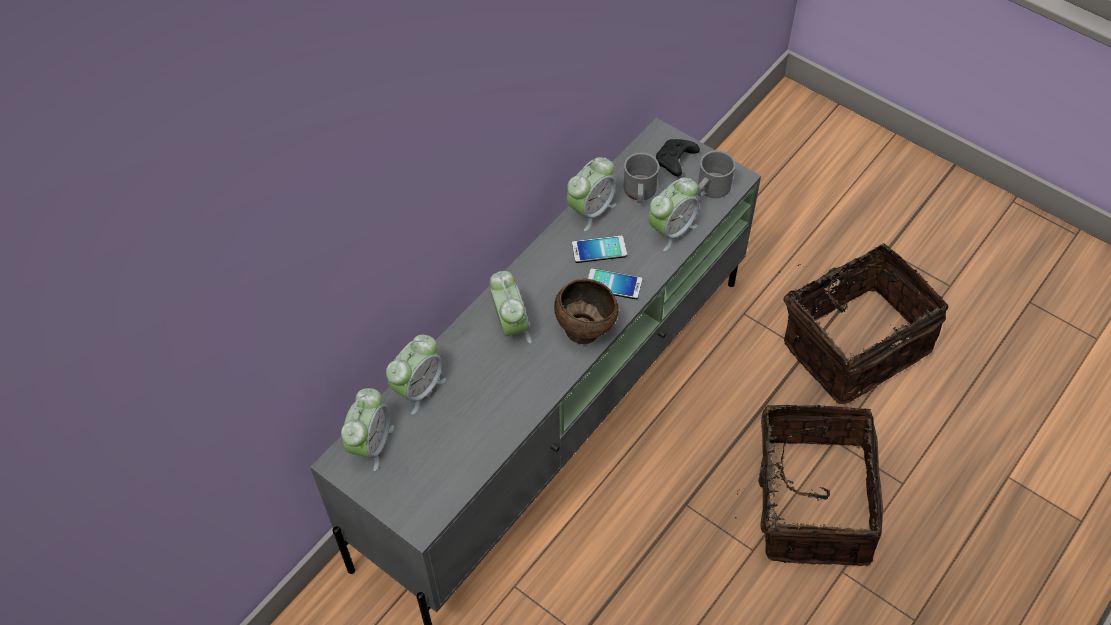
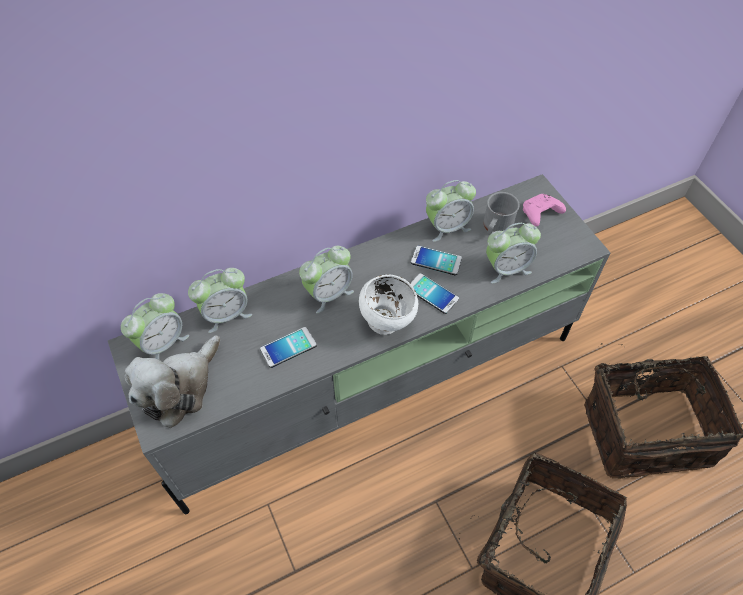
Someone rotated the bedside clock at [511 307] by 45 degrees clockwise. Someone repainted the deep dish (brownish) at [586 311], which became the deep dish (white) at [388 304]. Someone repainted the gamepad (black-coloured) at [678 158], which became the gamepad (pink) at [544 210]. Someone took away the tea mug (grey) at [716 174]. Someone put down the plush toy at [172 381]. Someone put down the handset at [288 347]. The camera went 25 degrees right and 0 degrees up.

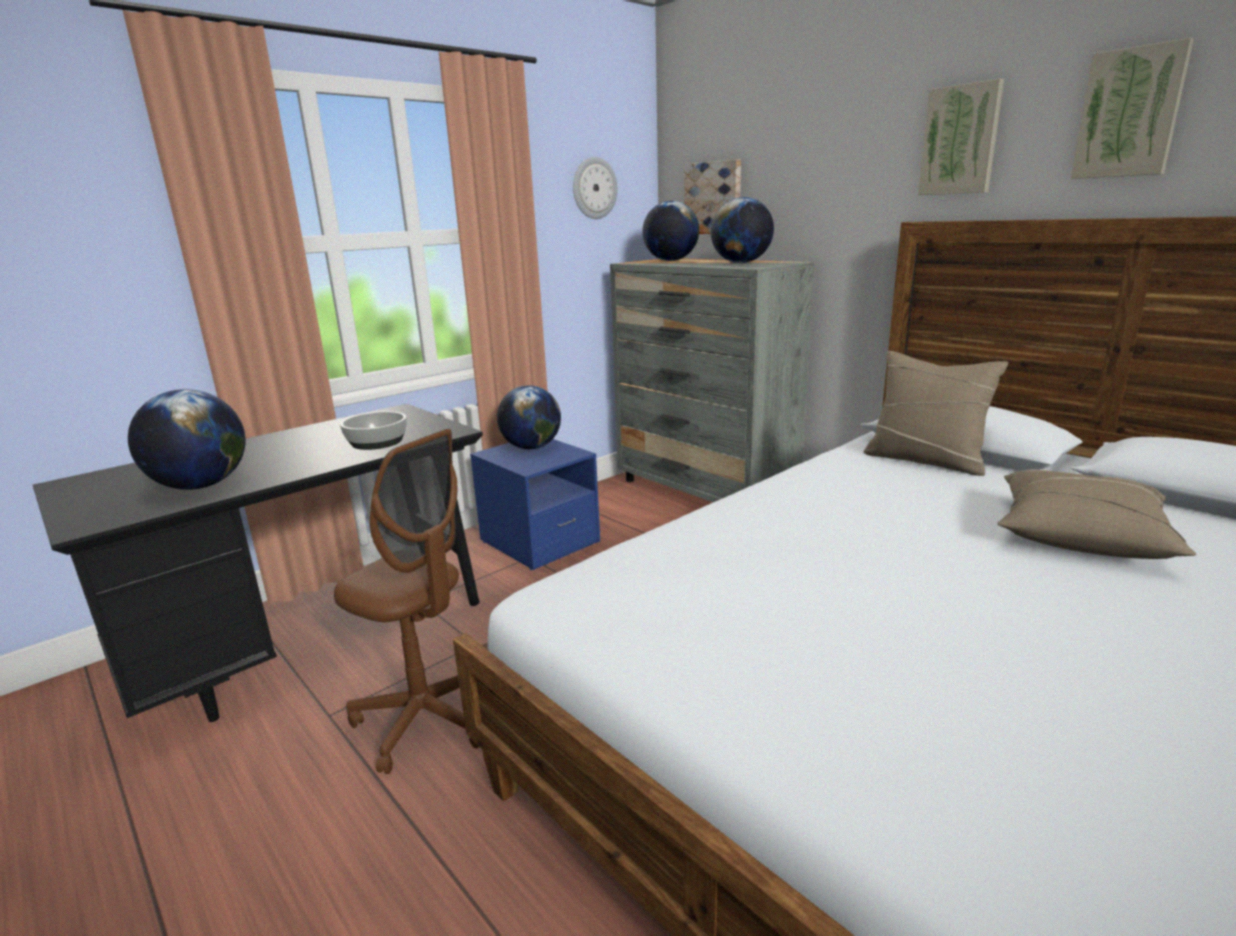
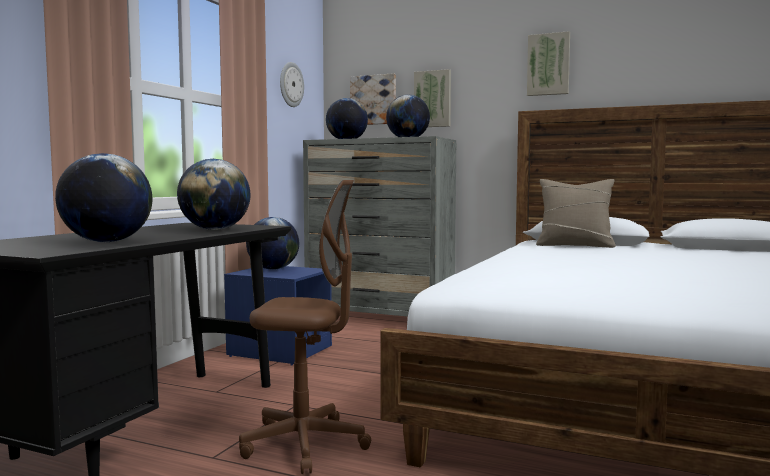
Someone swapped the deep dish at [373 430] for the globe at [213 194]. Someone took away the pillow (beige-coloured) at [1096 514]. Someone carried the wall picture from [1132 108] to [432 98]. The camera went 25 degrees left and 15 degrees down.

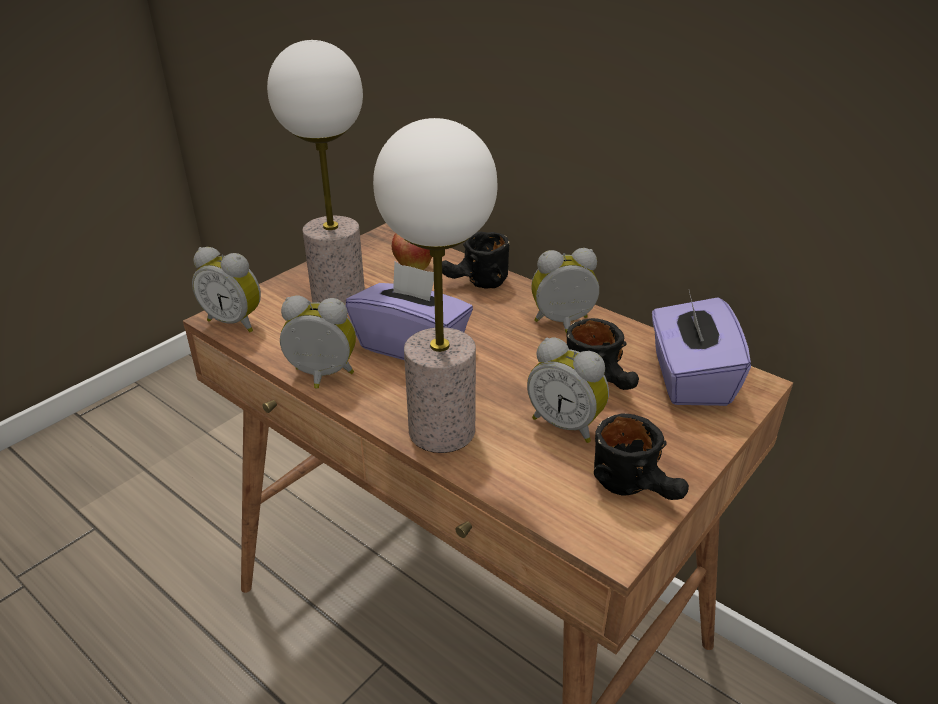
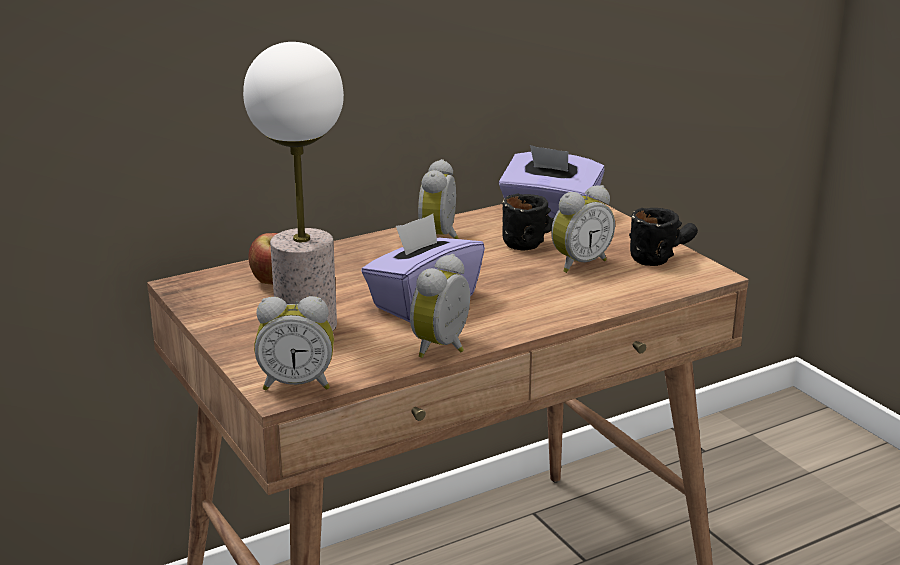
Someone rotated the bedside clock at [226 289] by 45 degrees clockwise. Someone took away the tabletop lamp at [435 285]. Someone took away the tea mug (black-coloured) at [476 260]. The camera went 70 degrees left and 10 degrees down.

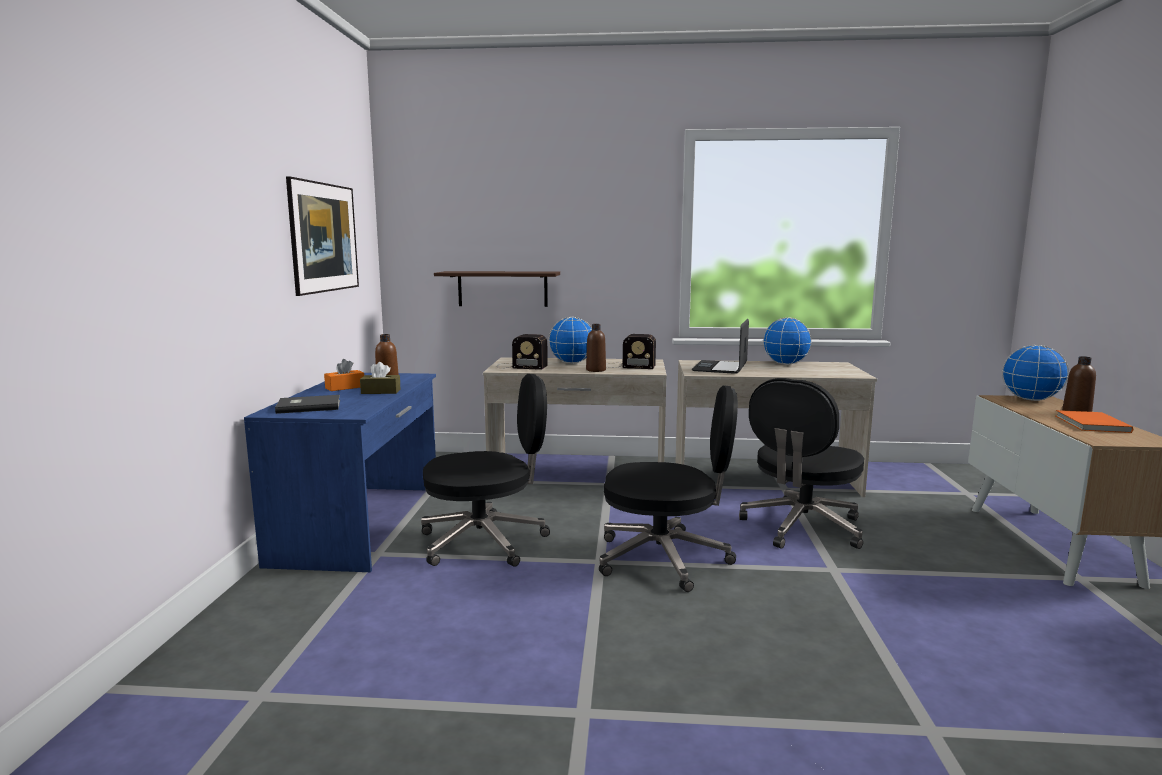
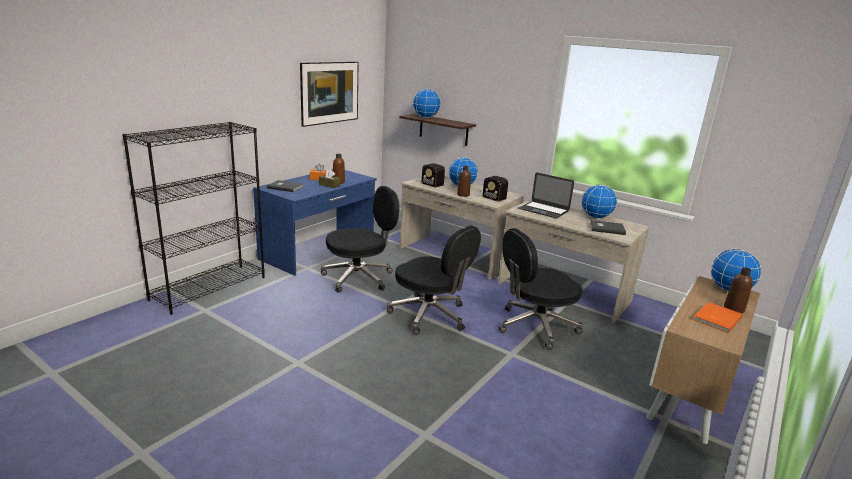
Someone rotated the office chair (black-coloured) at [485 470] by 45 degrees counterclockwise. Someone rotated the portable computer at [720 346] by 105 degrees counterclockwise. Someone put down the bookshelf (black-coloured) at [193 218]. Someone put down the globe at [427 103]. Someone put down the volume (grey) at [607 227]. The camera went 30 degrees right and 10 degrees up.

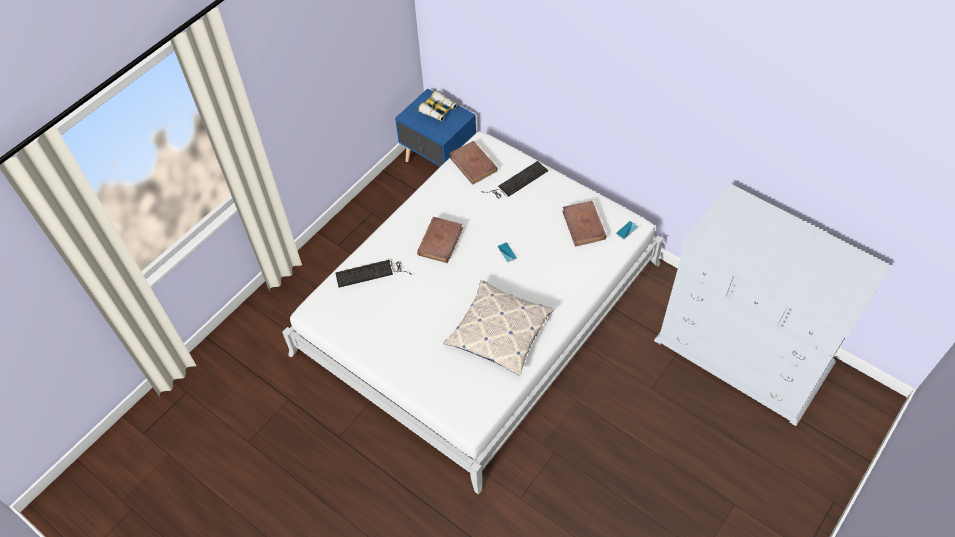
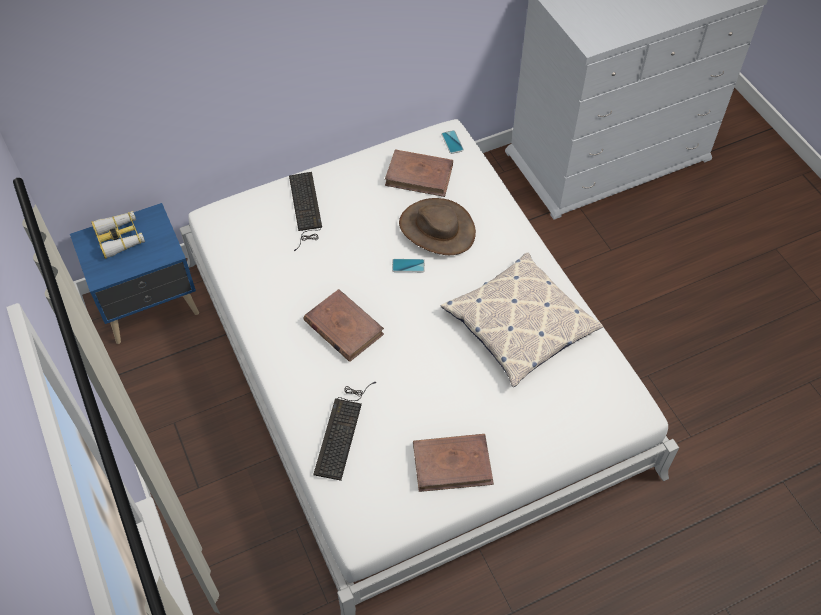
Someone carried the volume (brownish) from [473 163] to [453 463]. Someone put down the wearable hat (brownish) at [437 226]. The camera went 65 degrees left and 0 degrees up.

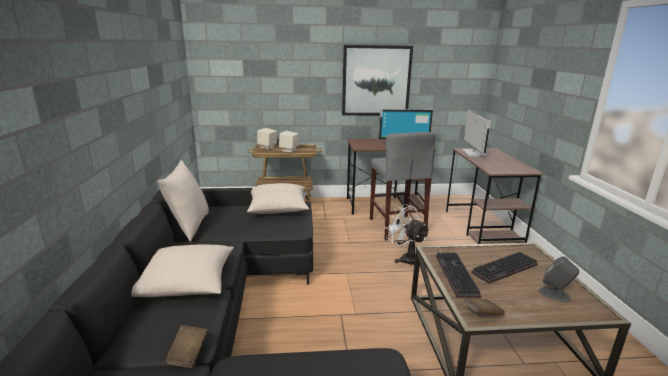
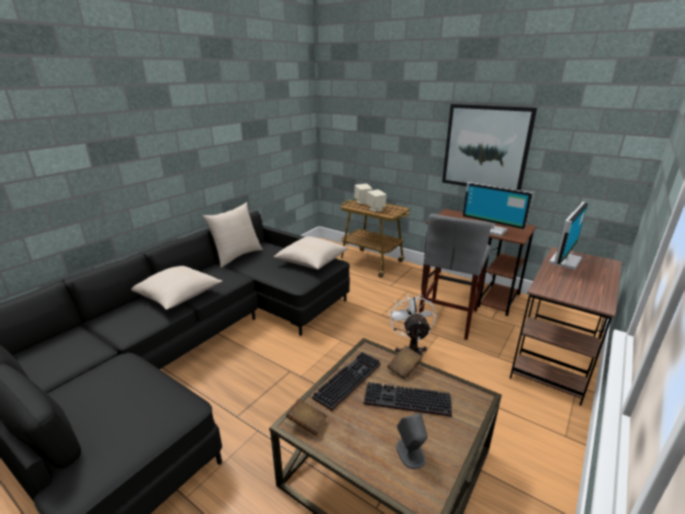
Someone carried the volume (brownish) from [186 346] to [404 362]. The camera went 40 degrees right and 5 degrees up.

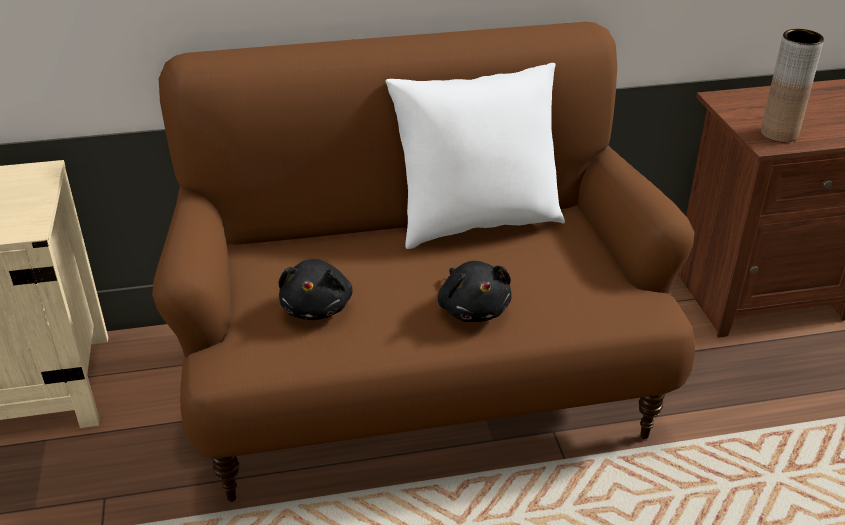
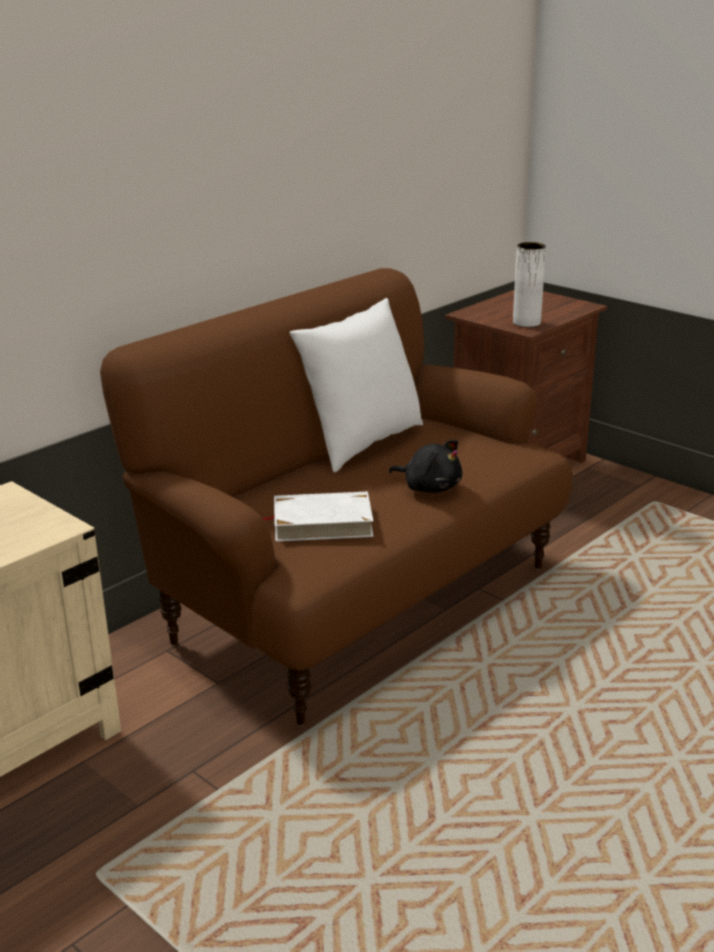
Someone swapped the plush toy (black-coloured) at [315 289] for the volume (white) at [318 516]. Someone repainted the vase (brownish) at [792 85], which became the vase (white) at [529 284]. The camera went 35 degrees left and 10 degrees down.

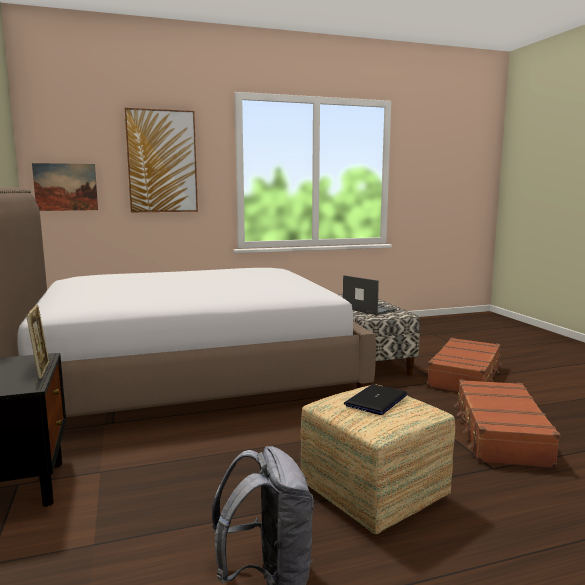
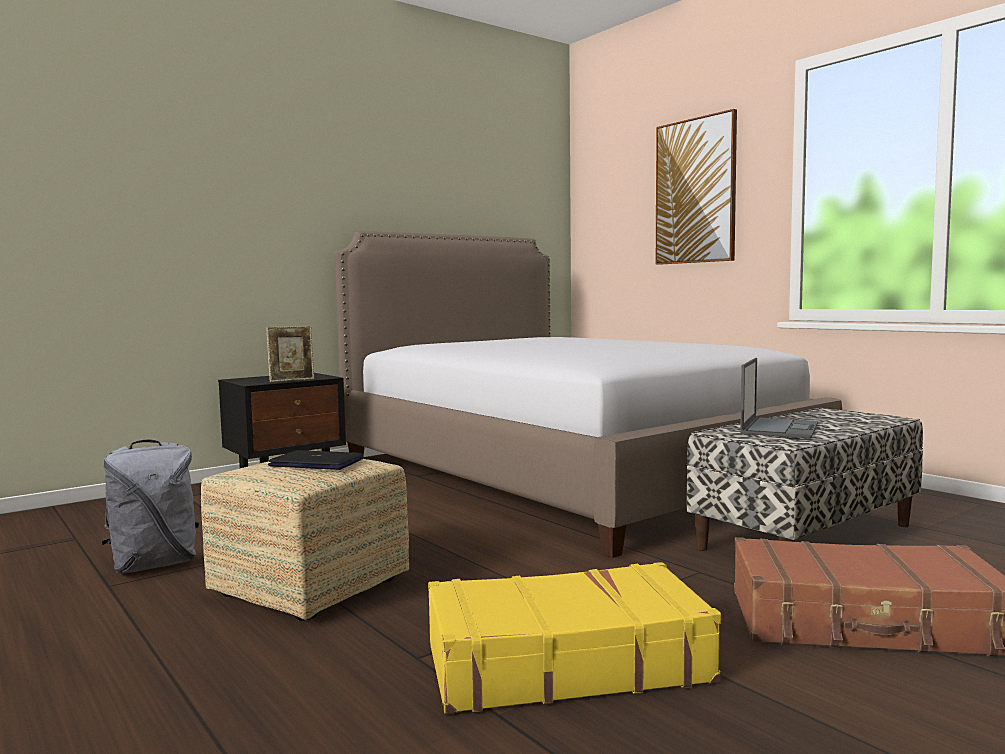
Someone took away the wall picture at [65 187]. Someone repainted the piece of luggage (brownish) at [507 424], which became the piece of luggage (yellow-coloured) at [574 638]. The camera went 70 degrees right and 5 degrees down.

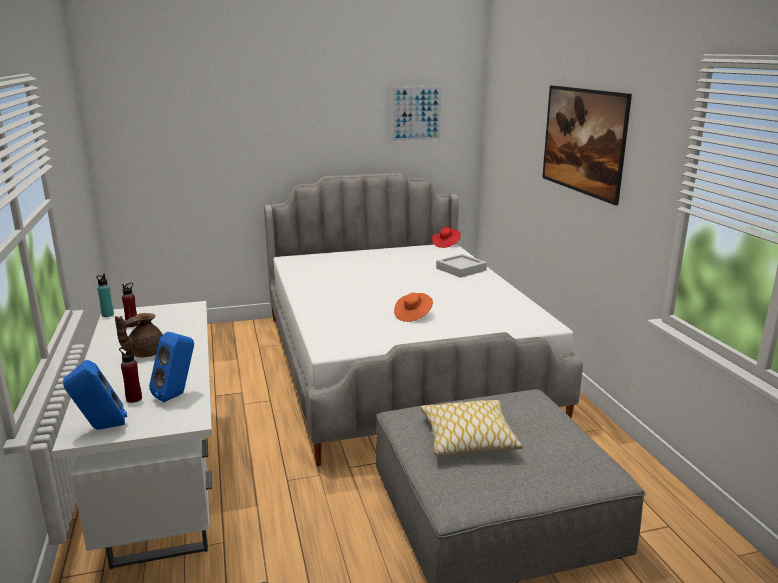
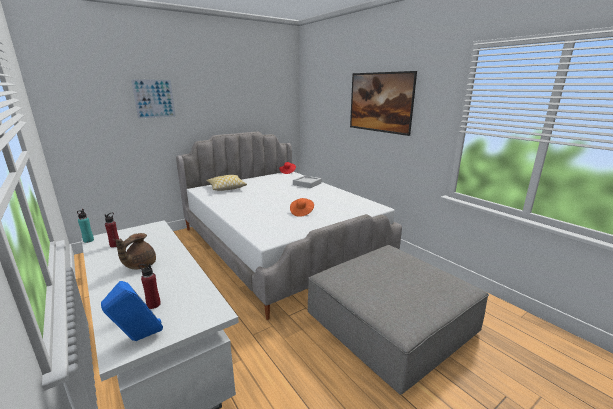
Someone took away the audio speaker (blue) at [171 367]. Someone carried the wall picture from [417 114] to [153 99]. Someone carried the pillow from [471 428] to [226 183]. The camera went 20 degrees left and 0 degrees up.

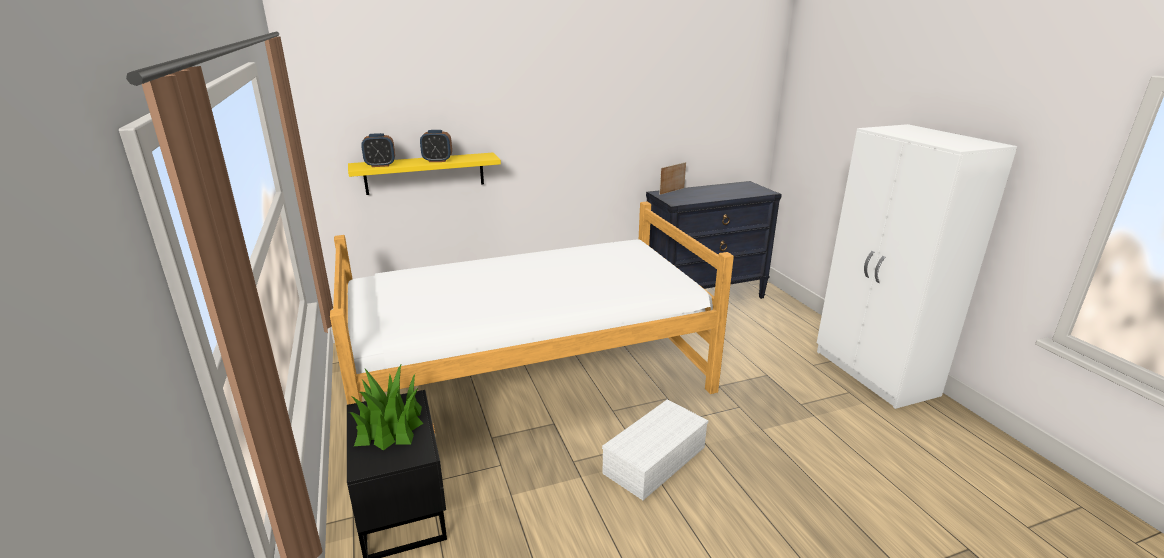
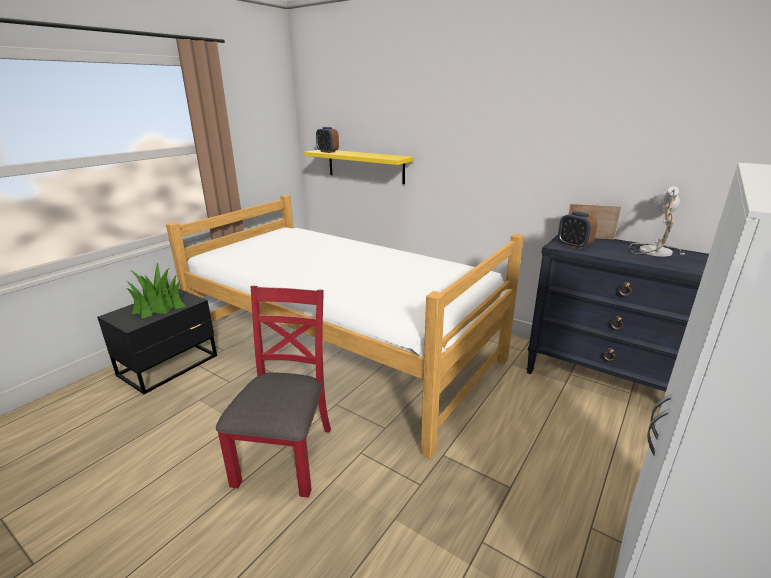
Someone carried the bedside clock from [436 146] to [577 230]. Someone swapped the storage box (white) at [655 449] for the upright chair (reddish) at [273 392]. Someone put down the tabletop lamp at [657 221]. The camera went 55 degrees right and 0 degrees up.

